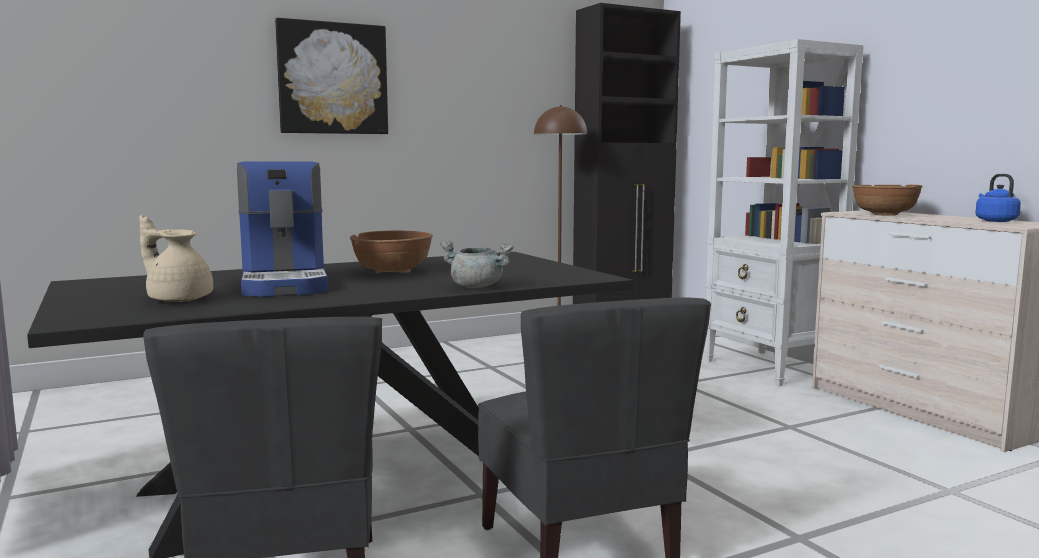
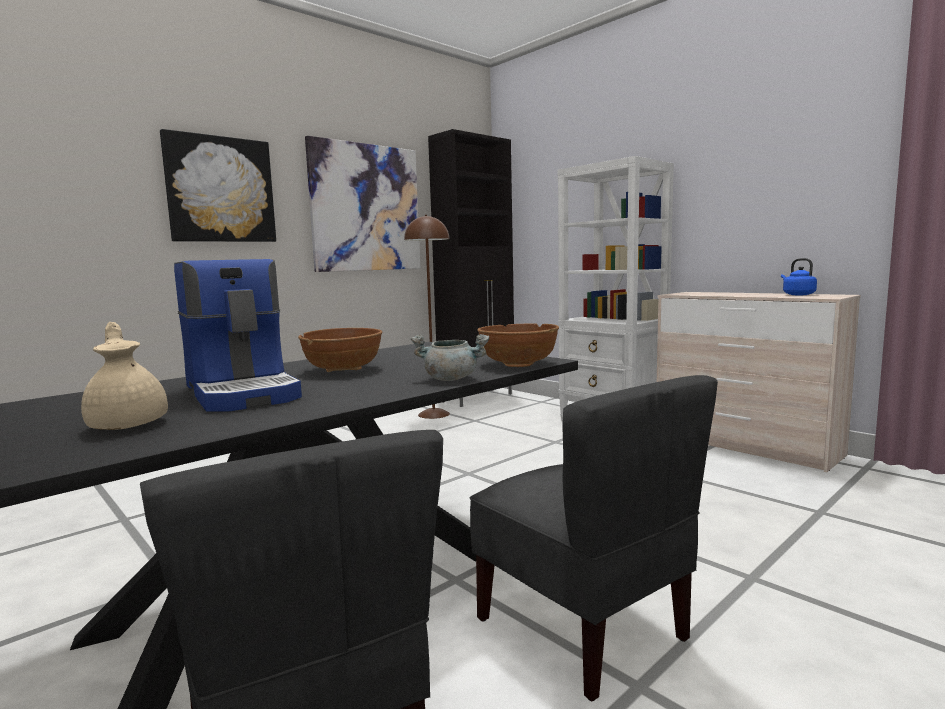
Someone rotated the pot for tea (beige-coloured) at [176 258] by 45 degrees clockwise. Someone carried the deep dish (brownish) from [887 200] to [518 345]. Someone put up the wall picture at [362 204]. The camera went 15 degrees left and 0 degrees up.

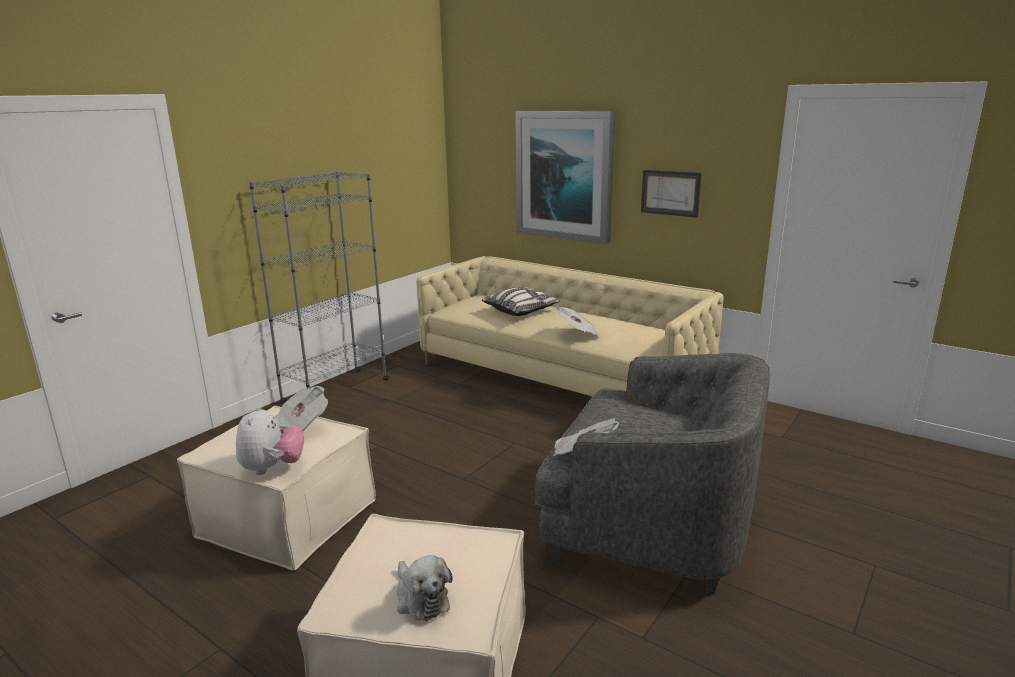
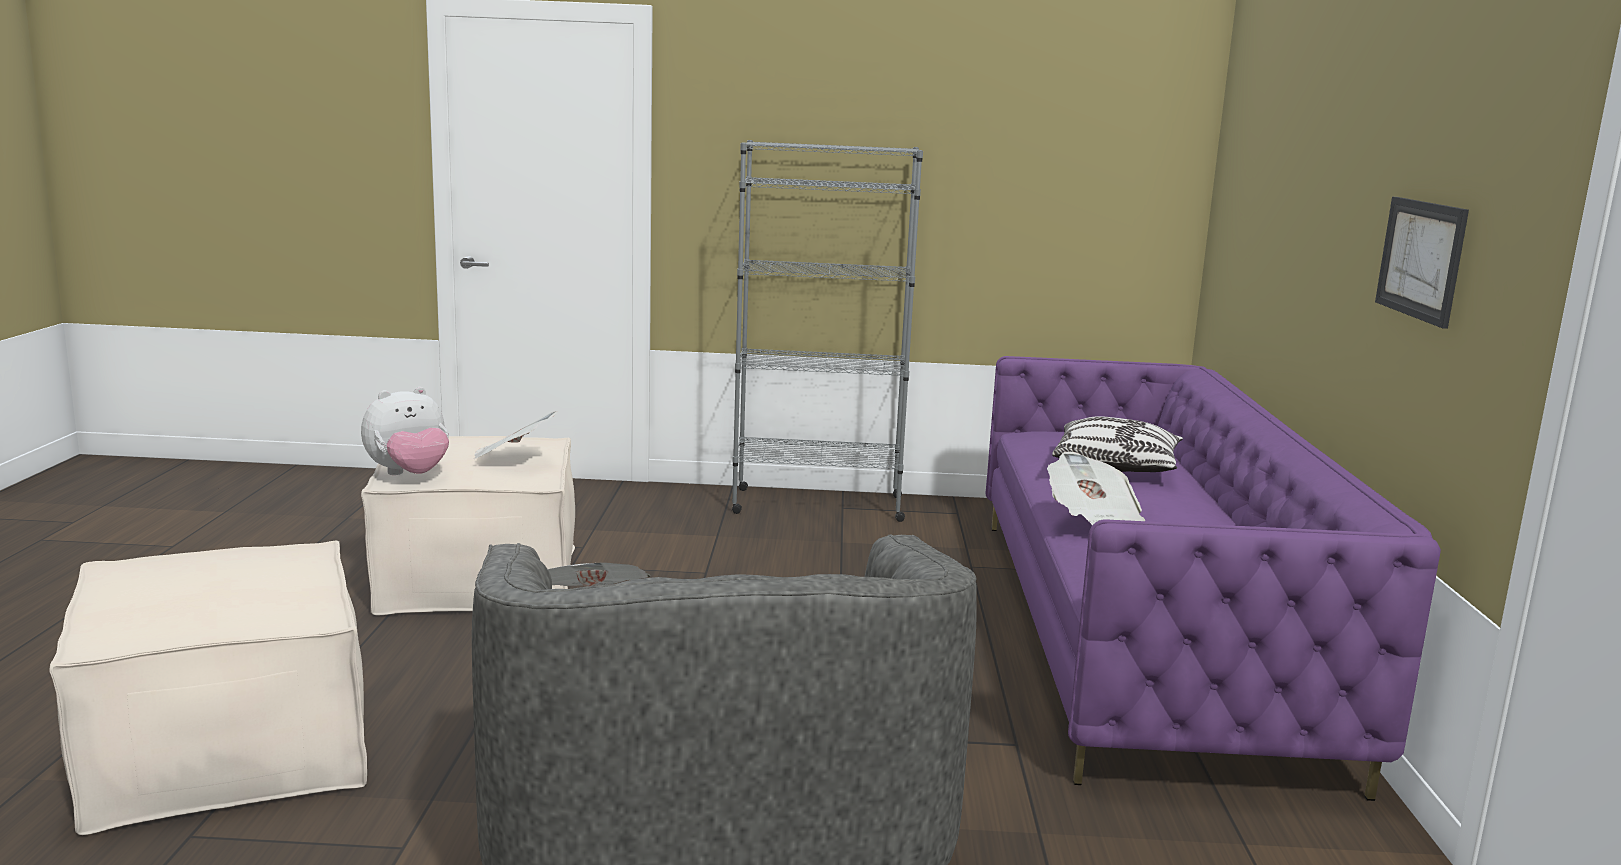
Someone took away the plush toy at [425 588]. Someone repainted the settee (beige-coloured) at [570 326], which became the settee (purplish) at [1213 578]. Someone took away the wall picture at [565 177]. The camera went 55 degrees right and 5 degrees down.

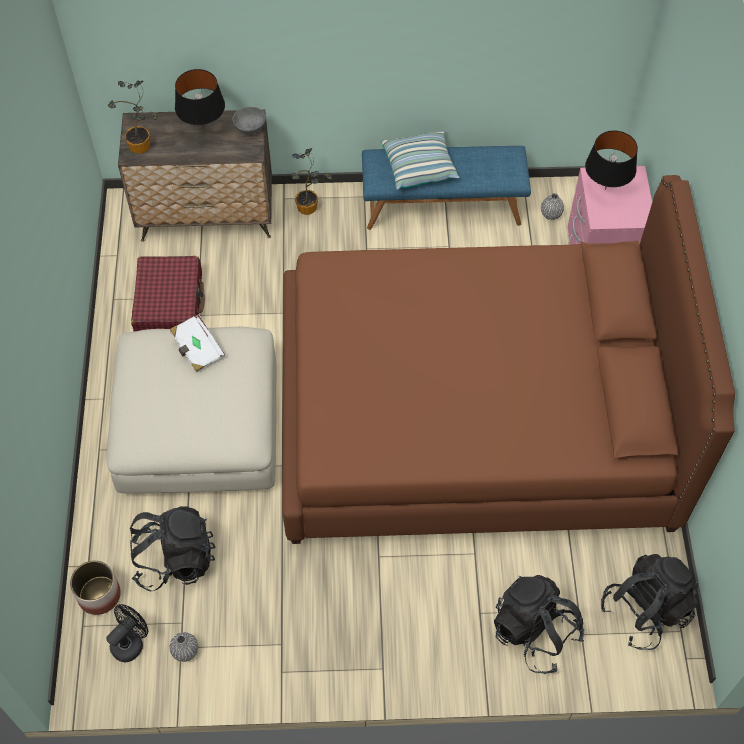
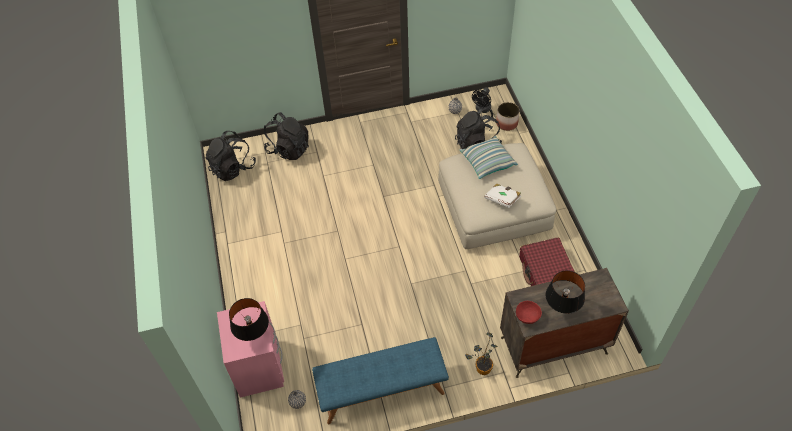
Someone took away the houseplant at [133 117]. Someone repainted the deep dish (grey) at [249 120], which became the deep dish (reddish) at [529 312]. Someone took away the sleeping bed (brownish) at [508 359]. Someone carried the pillow from [420 160] to [489 157]. The camera went 170 degrees right and 5 degrees down.

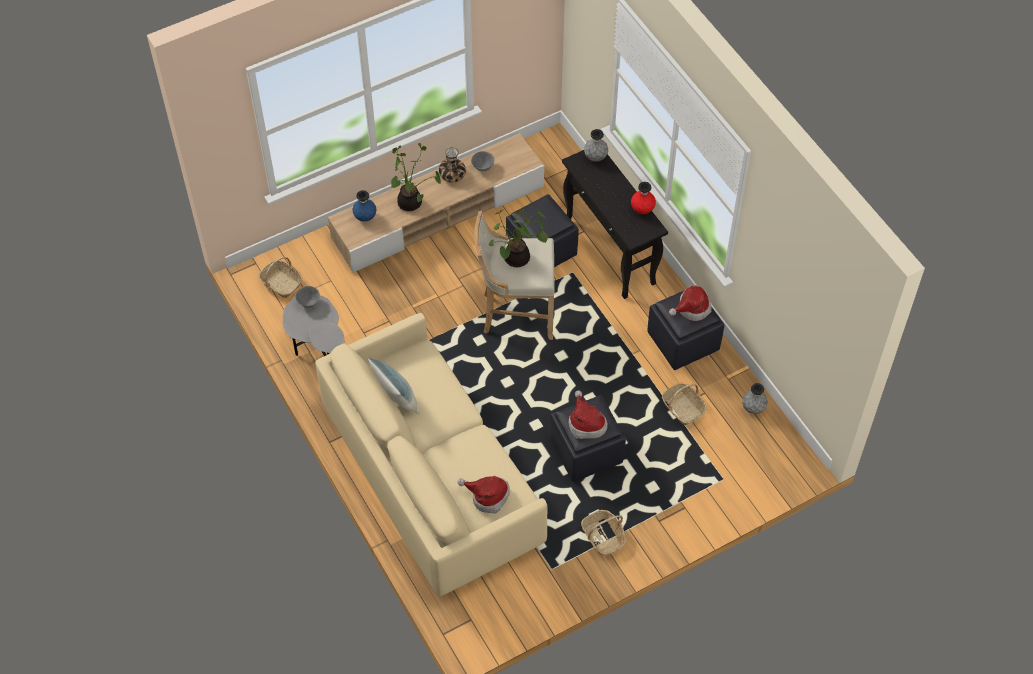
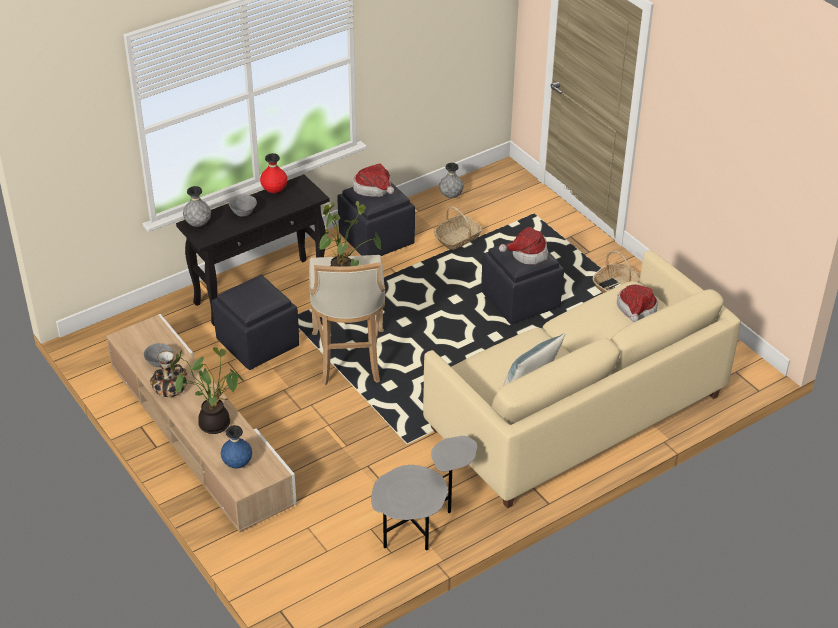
Someone took away the household basket at [281 277]. Someone carried the deep dish (grey) from [307 297] to [243 205]. The camera went 95 degrees left and 15 degrees down.

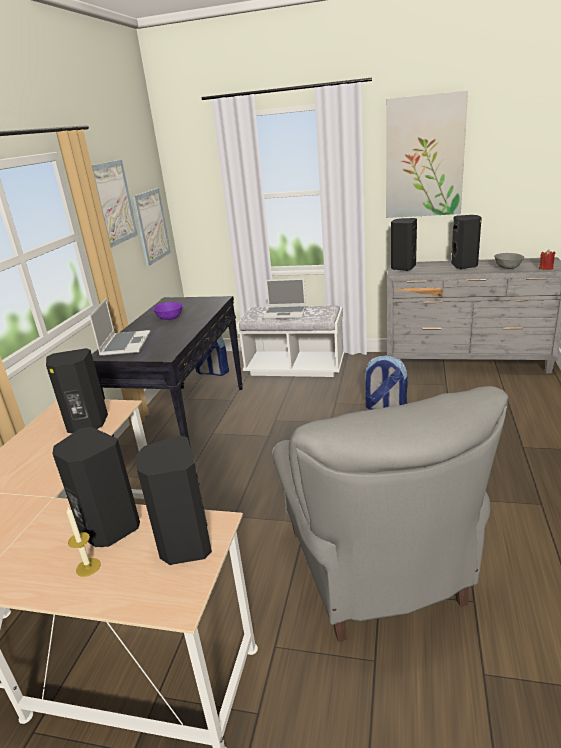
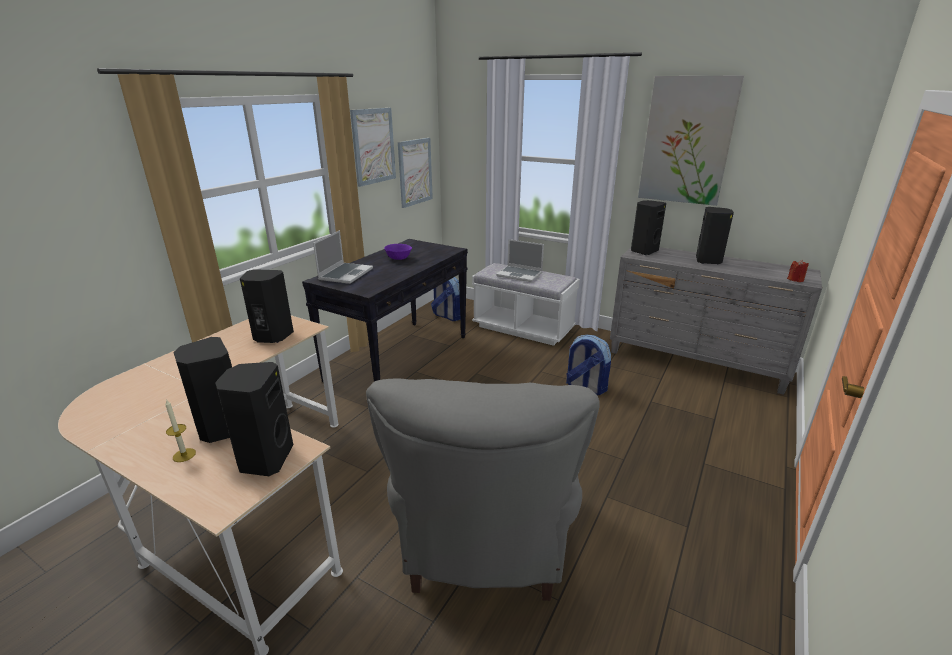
Someone took away the deep dish (grey) at [509 261]. The camera went 15 degrees right and 0 degrees up.

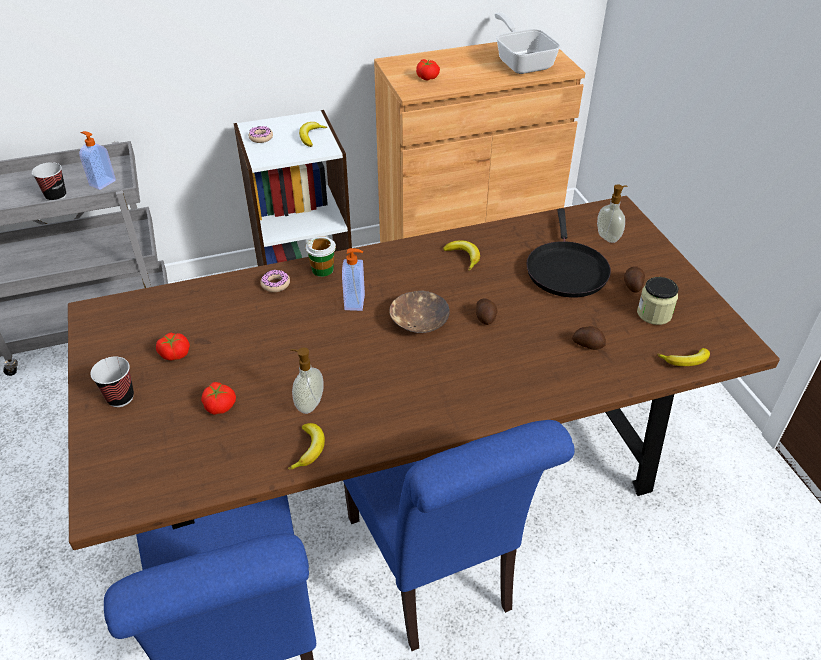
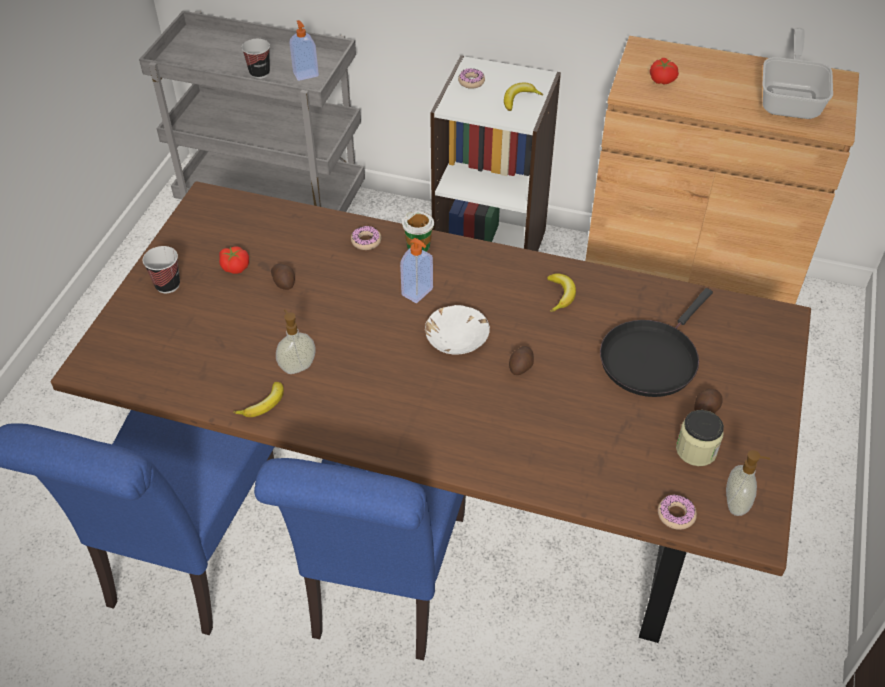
Someone took away the whole tomato at [218 398]. Someone repainted the deep dish (brownish) at [419 312], which became the deep dish (white) at [457 330]. Someone carried the whole potato from [589 338] to [283 277]. Someone carried the soap bottle from [612 213] to [748 483]. Someone swapped the whole banana at [683 357] for the doughnut at [677 512]. The camera went 35 degrees right and 5 degrees up.

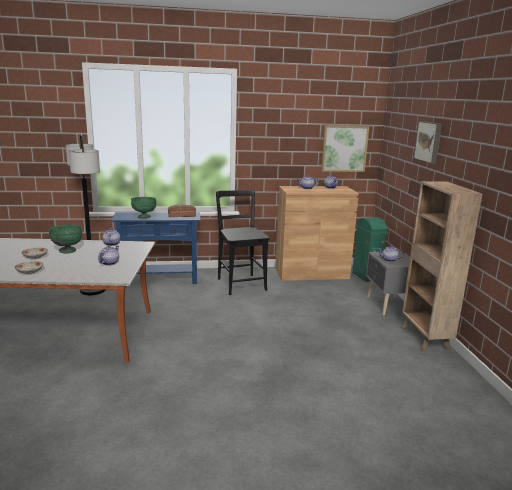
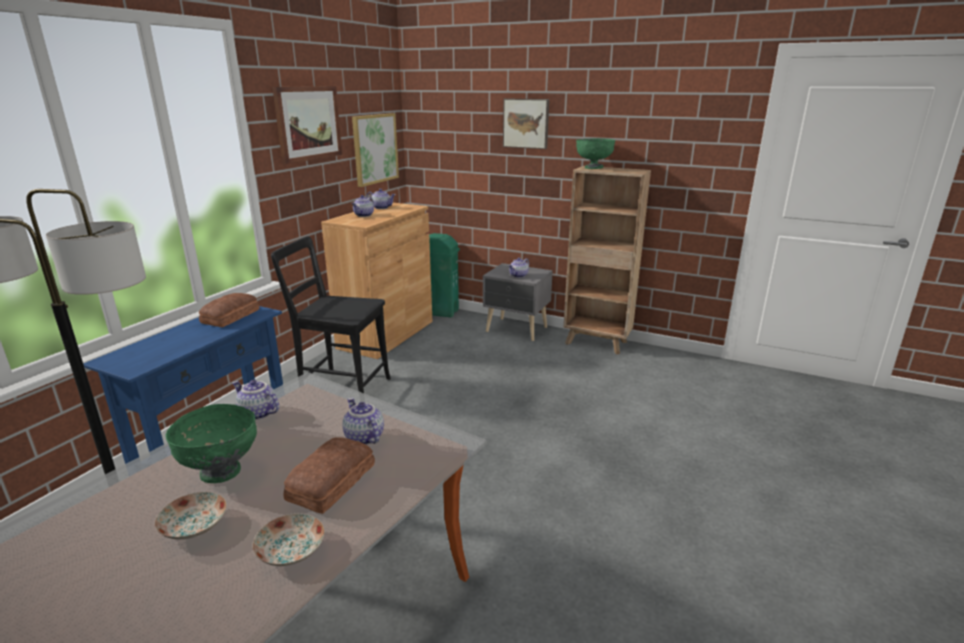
Someone carried the deep dish (green-coloured) from [144 208] to [595 153]. Someone put up the wall picture at [307 125]. Someone put down the bakery bread at [329 475]. The camera went 55 degrees left and 5 degrees up.

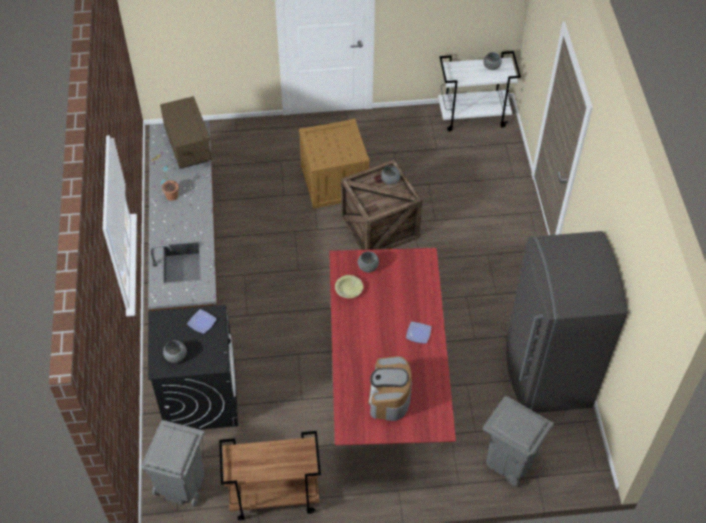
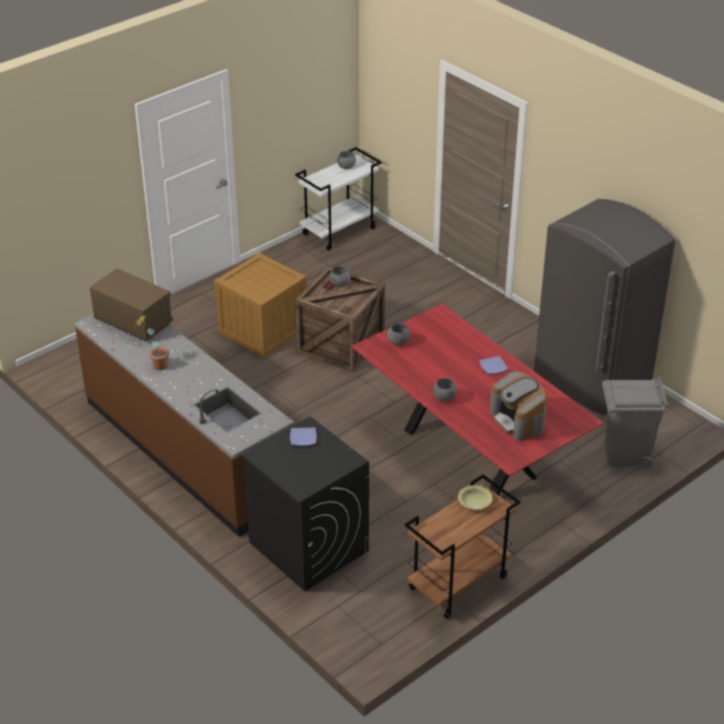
Someone took away the waste bin (grey) at [173 463]. Someone carried the deep dish (grey) from [175 351] to [445 389]. Someone carried the deep dish (yellow-coloured) from [349 286] to [475 497]. The camera went 35 degrees left and 15 degrees down.

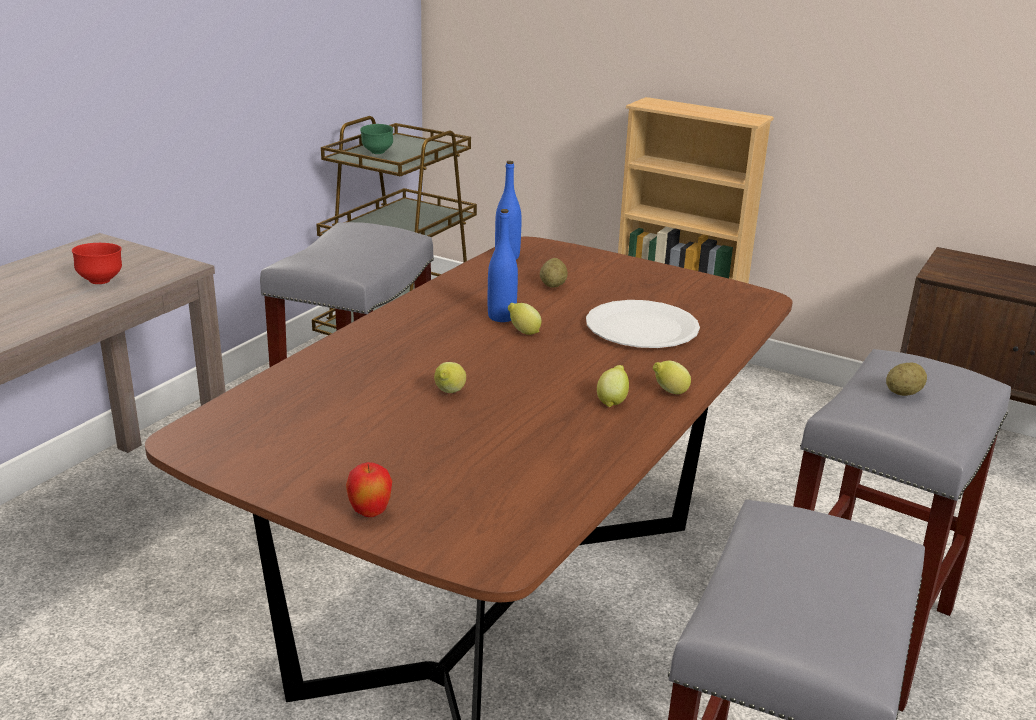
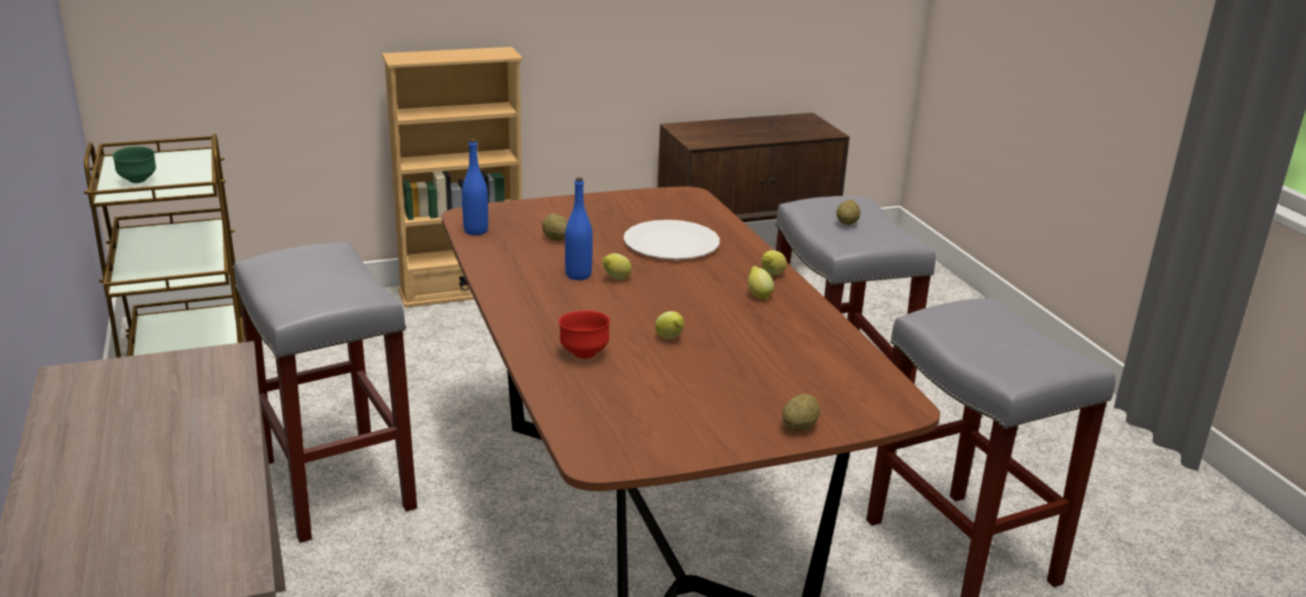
Someone carried the deep dish (reddish) from [97 263] to [584 334]. Someone swapped the apple fruit at [369 489] for the whole potato at [801 412]. The camera went 50 degrees left and 0 degrees up.

